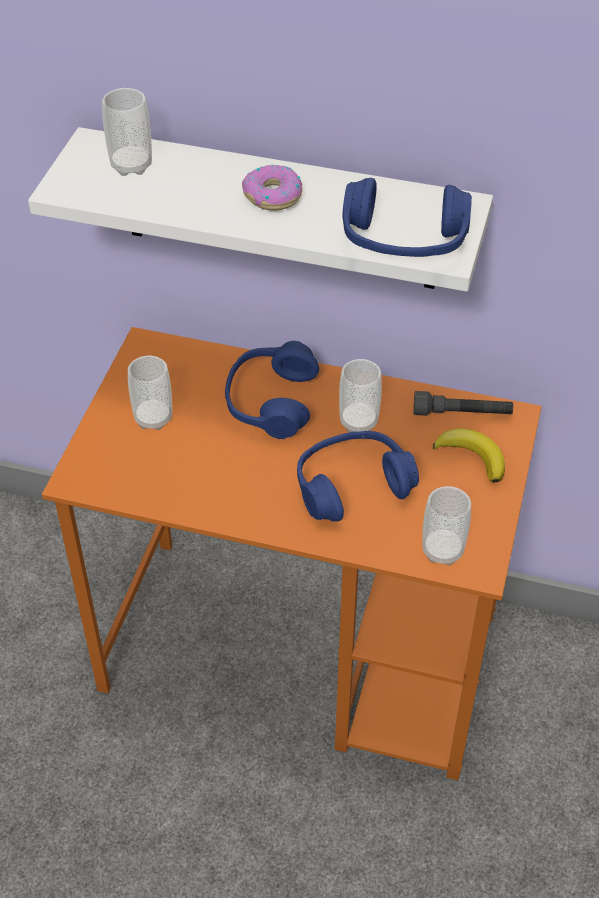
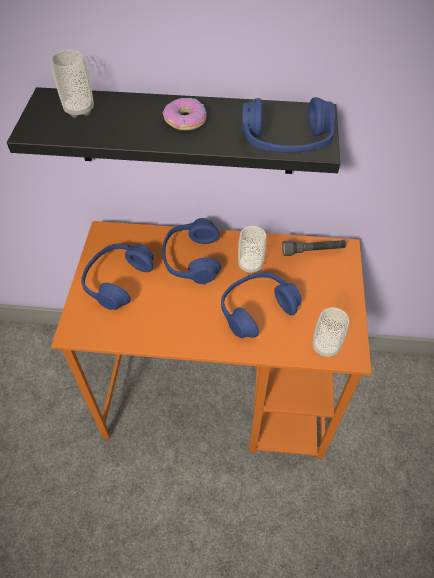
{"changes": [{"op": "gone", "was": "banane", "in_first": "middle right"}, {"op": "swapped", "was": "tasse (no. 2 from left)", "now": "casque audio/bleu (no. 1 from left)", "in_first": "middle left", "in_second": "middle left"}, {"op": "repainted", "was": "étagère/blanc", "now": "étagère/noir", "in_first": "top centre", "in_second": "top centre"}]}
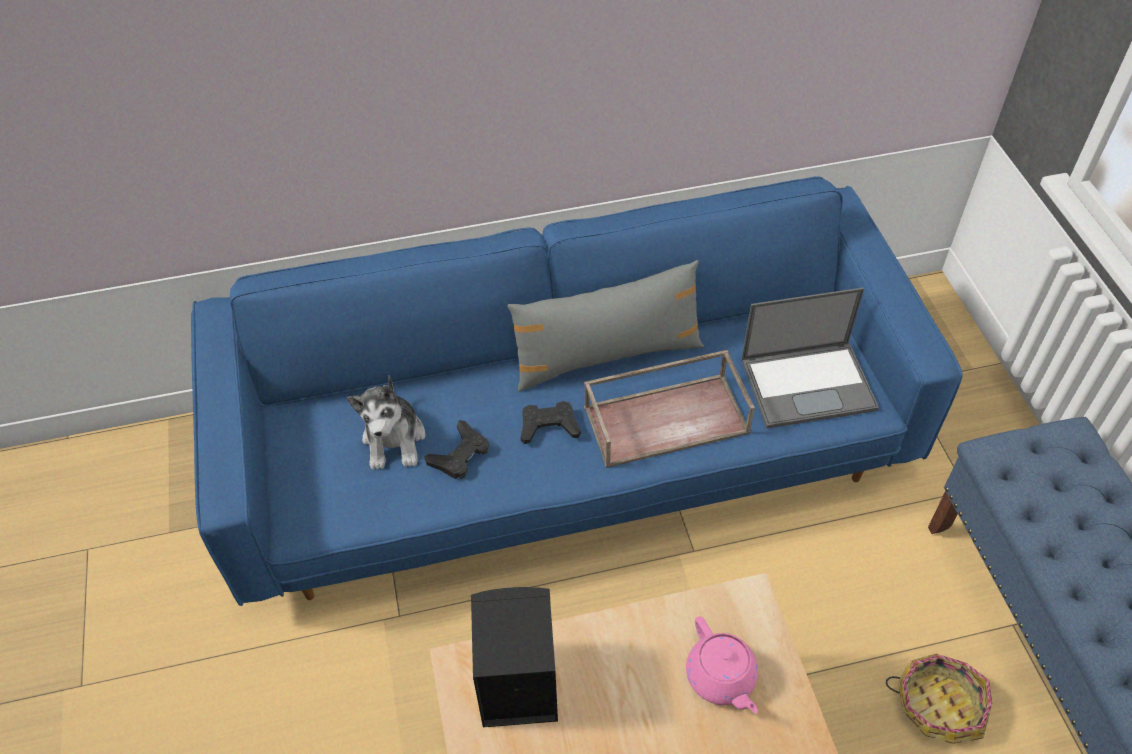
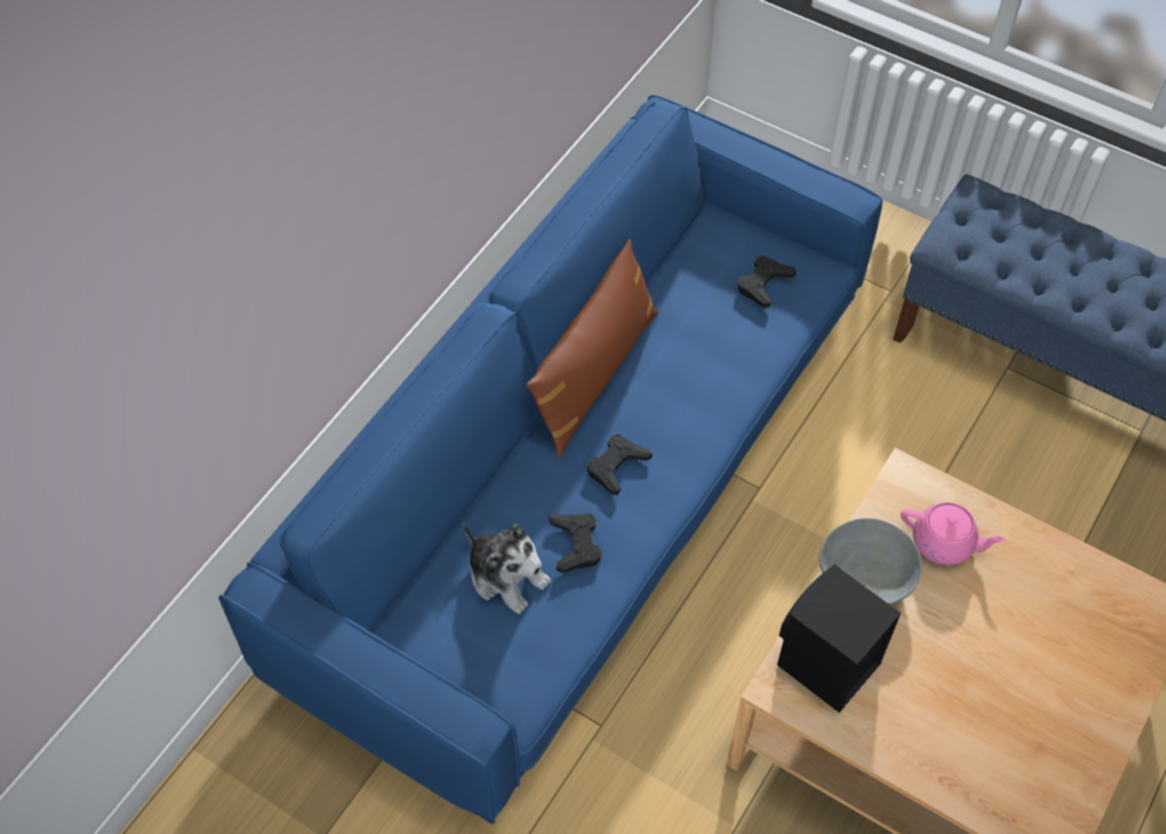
{"changes": [{"op": "gone", "was": "plateau/marron", "in_first": "centre"}, {"op": "gone", "was": "panier", "in_first": "bottom right"}, {"op": "new", "now": "bol/gris", "in_second": "bottom right"}, {"op": "swapped", "was": "ordinateur portable", "now": "manette/noir (no. 3 from left)", "in_first": "middle right", "in_second": "centre"}, {"op": "repainted", "was": "coussin/gris", "now": "coussin/marron", "in_first": "centre", "in_second": "centre"}]}
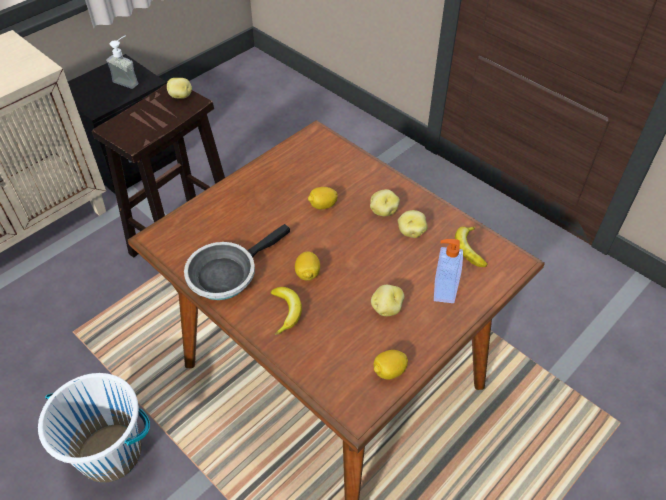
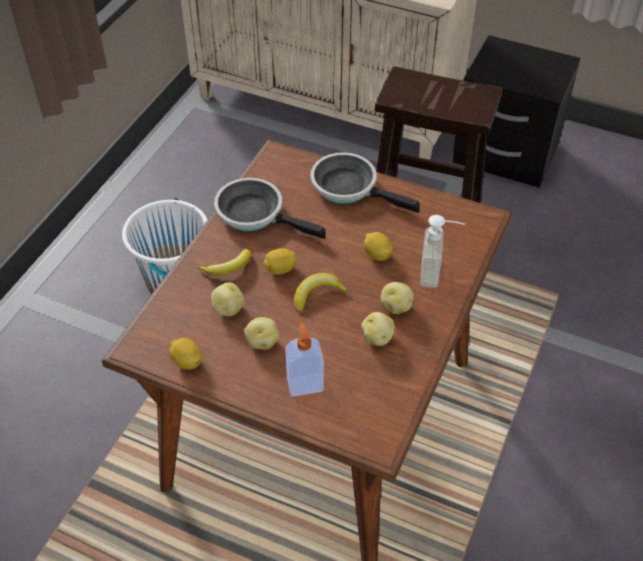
{"changes": [{"op": "new", "now": "poêle (no. 2 from left)", "in_second": "top centre"}, {"op": "shifted", "was": "distributeur de savon (no. 1 from left in the first image)", "now": "distributeur de savon (no. 2 from left)", "in_first": "top left", "in_second": "middle right"}, {"op": "shifted", "was": "pomme de terre (no. 1 from left)", "in_first": "top left", "in_second": "centre"}, {"op": "shifted", "was": "banane (no. 2 from left)", "in_first": "middle right", "in_second": "centre"}]}
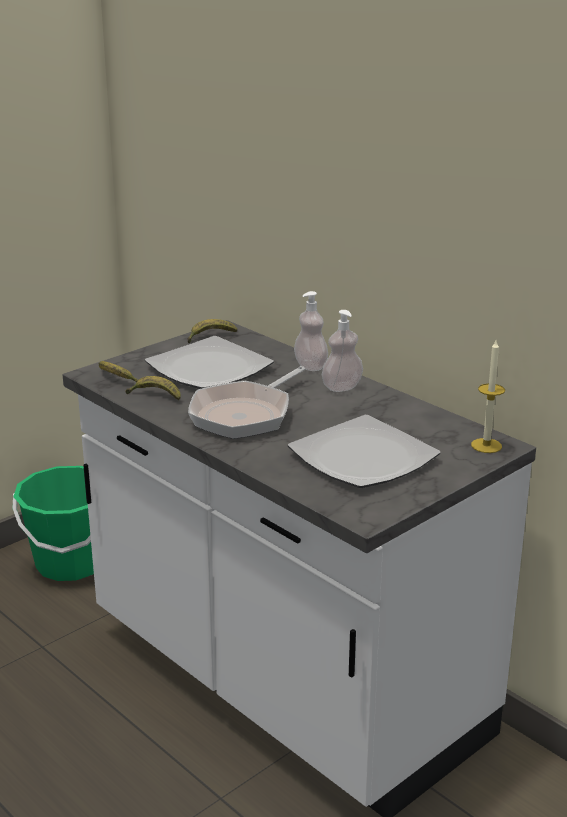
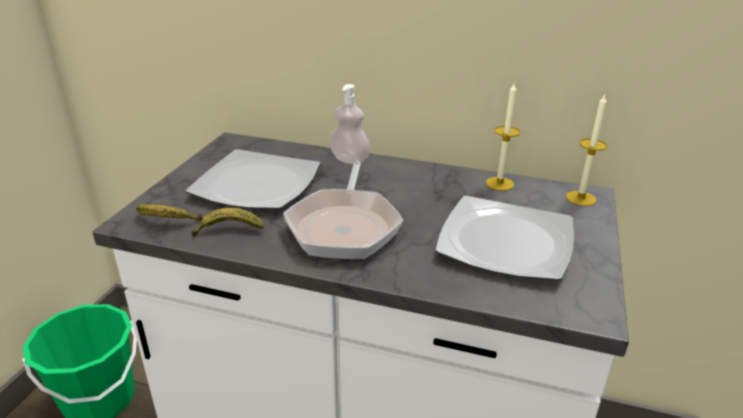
{"changes": [{"op": "gone", "was": "banane (no. 3 from left)", "in_first": "centre"}, {"op": "gone", "was": "distributeur de savon (no. 2 from left)", "in_first": "centre"}, {"op": "new", "now": "bougie (no. 1 from left)", "in_second": "top right"}]}
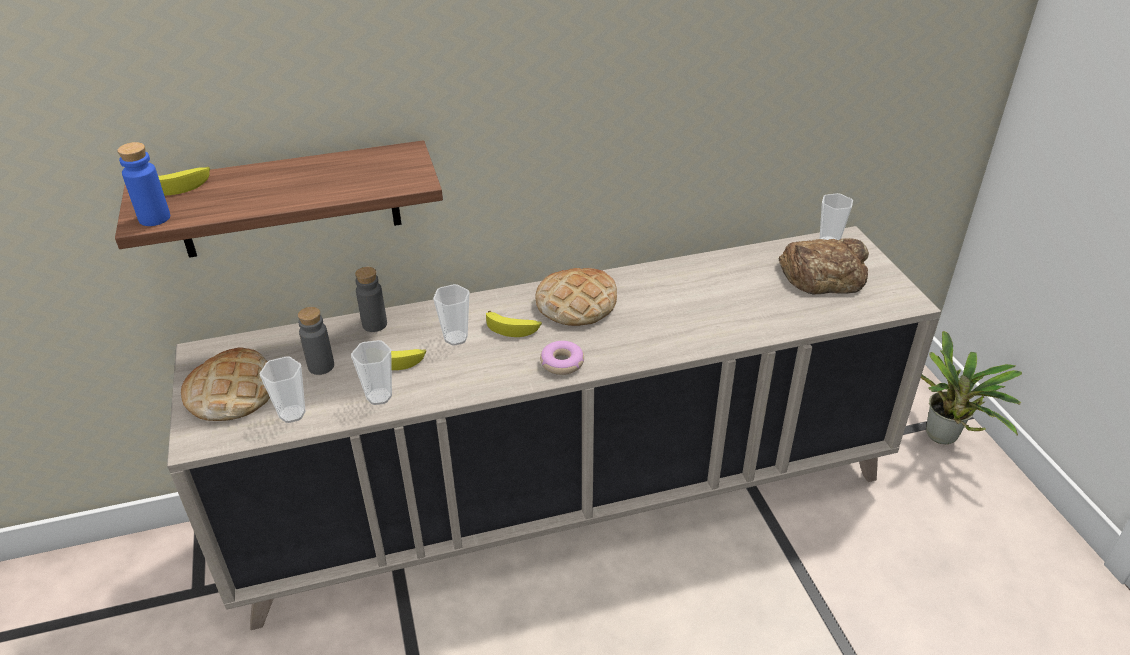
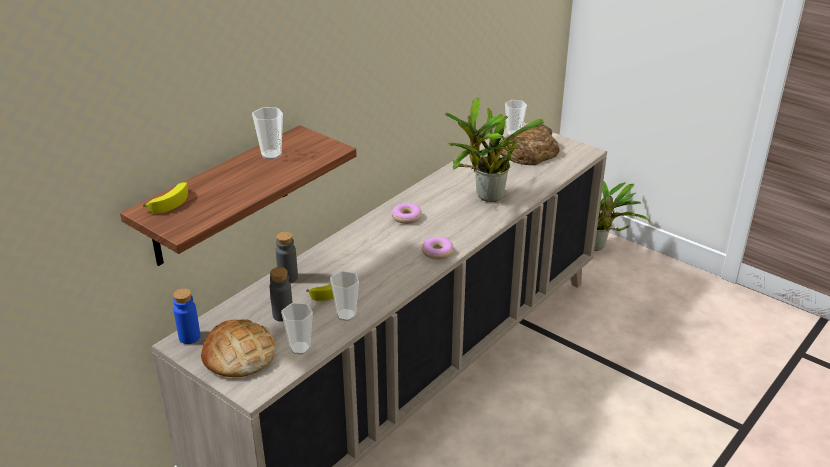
{"changes": [{"op": "gone", "was": "banane (no. 3 from left)", "in_first": "centre"}, {"op": "new", "now": "plante en pot (no. 1 from left)", "in_second": "top centre"}, {"op": "shifted", "was": "bouteille/bleu", "in_first": "top left", "in_second": "bottom left"}, {"op": "shifted", "was": "tasse (no. 3 from left in the first image)", "now": "tasse (no. 1 from left)", "in_first": "centre", "in_second": "top left"}, {"op": "swapped", "was": "pain (no. 2 from left)", "now": "beignet (no. 1 from left)", "in_first": "centre", "in_second": "centre"}]}
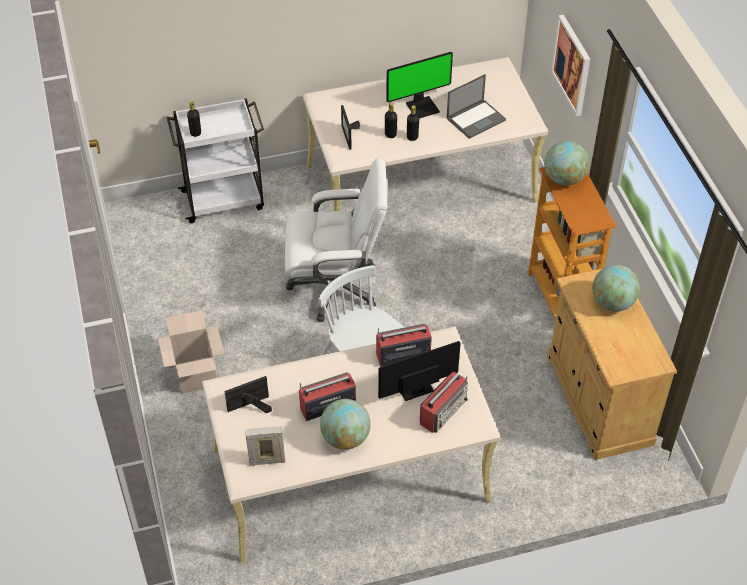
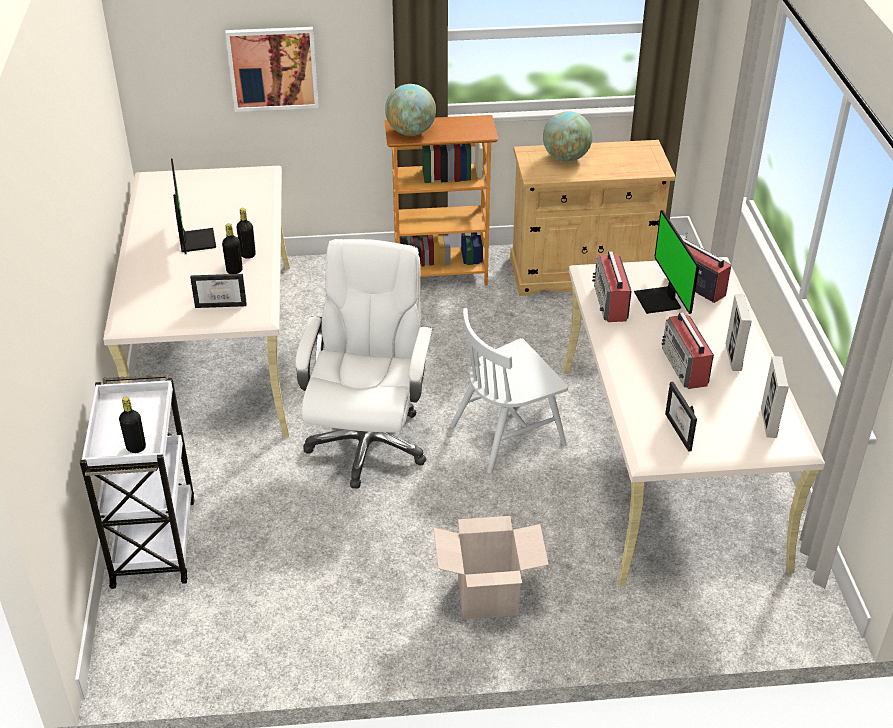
{"changes": [{"op": "gone", "was": "ordinateur portable", "in_first": "top centre"}, {"op": "swapped", "was": "globe (no. 1 from left)", "now": "cadre photo (no. 3 from left)", "in_first": "bottom centre", "in_second": "middle right"}]}
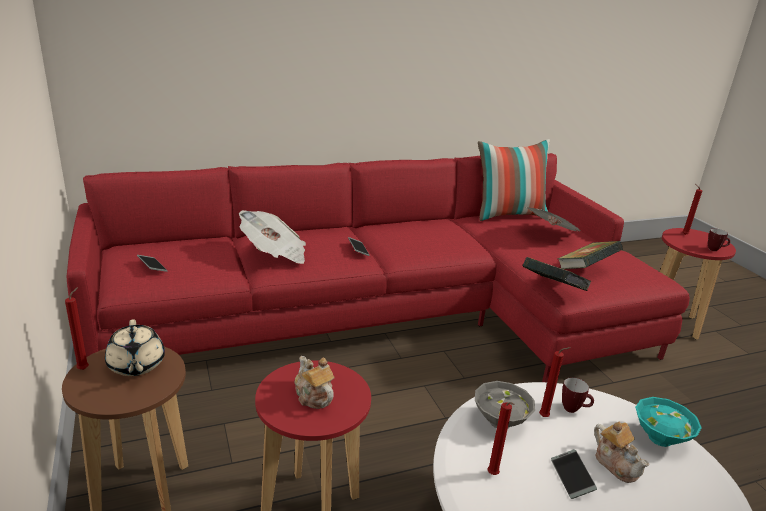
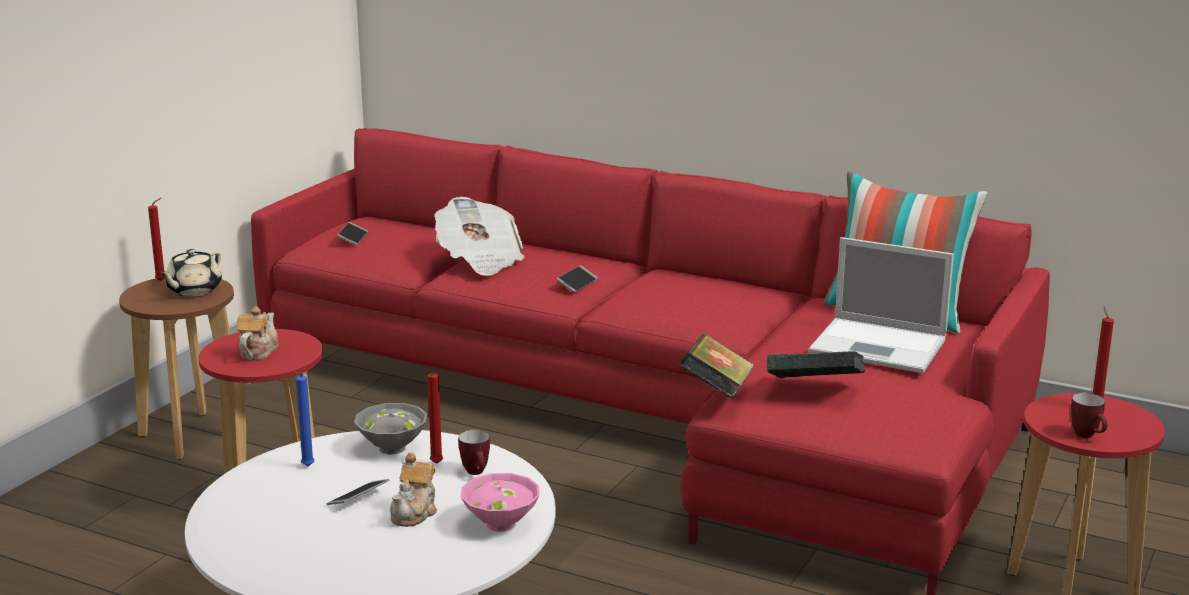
{"changes": [{"op": "swapped", "was": "journal (no. 2 from left)", "now": "ordinateur portable", "in_first": "middle right", "in_second": "middle right"}, {"op": "repainted", "was": "bougie/rouge (no. 2 from left)", "now": "bougie/bleu", "in_first": "bottom centre", "in_second": "bottom left"}, {"op": "repainted", "was": "bol/turquoise", "now": "bol/rose", "in_first": "bottom right", "in_second": "bottom centre"}]}
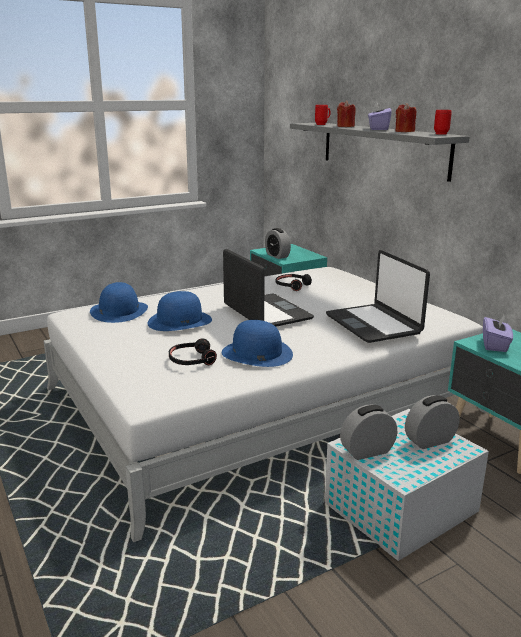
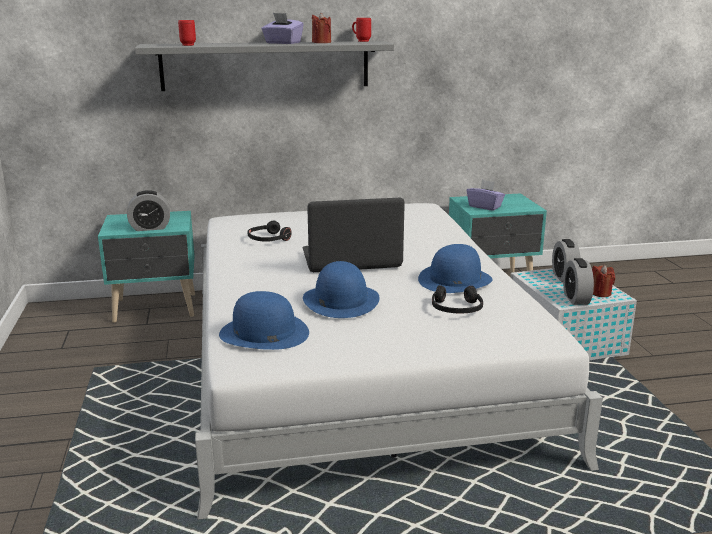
{"changes": [{"op": "gone", "was": "ordinateur portable (no. 2 from left)", "in_first": "middle right"}, {"op": "shifted", "was": "bougie/rouge (no. 1 from left in the first image)", "now": "bougie/rouge (no. 2 from left)", "in_first": "top centre", "in_second": "middle right"}]}
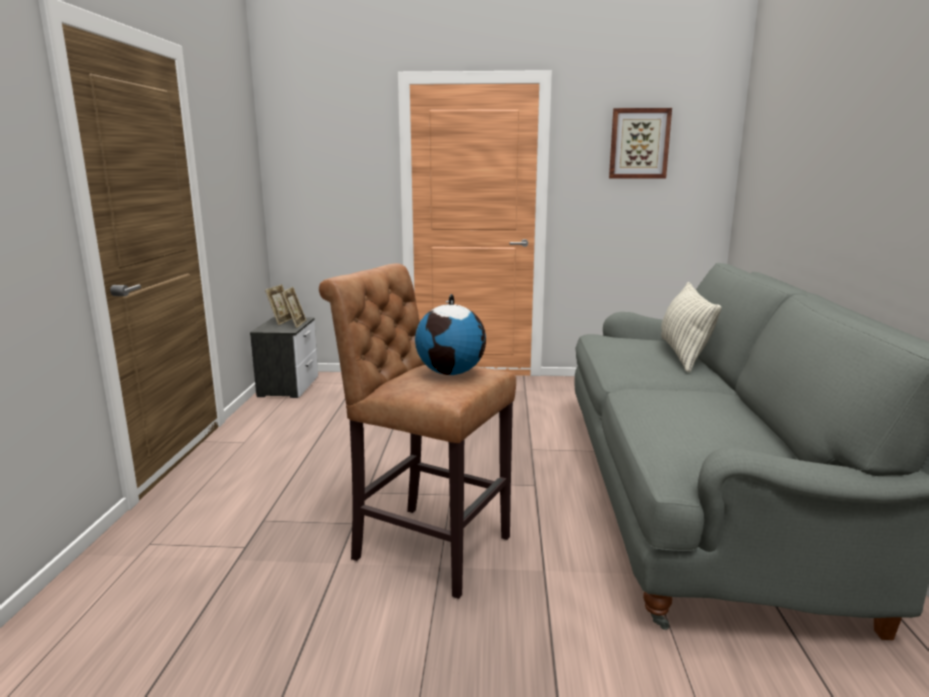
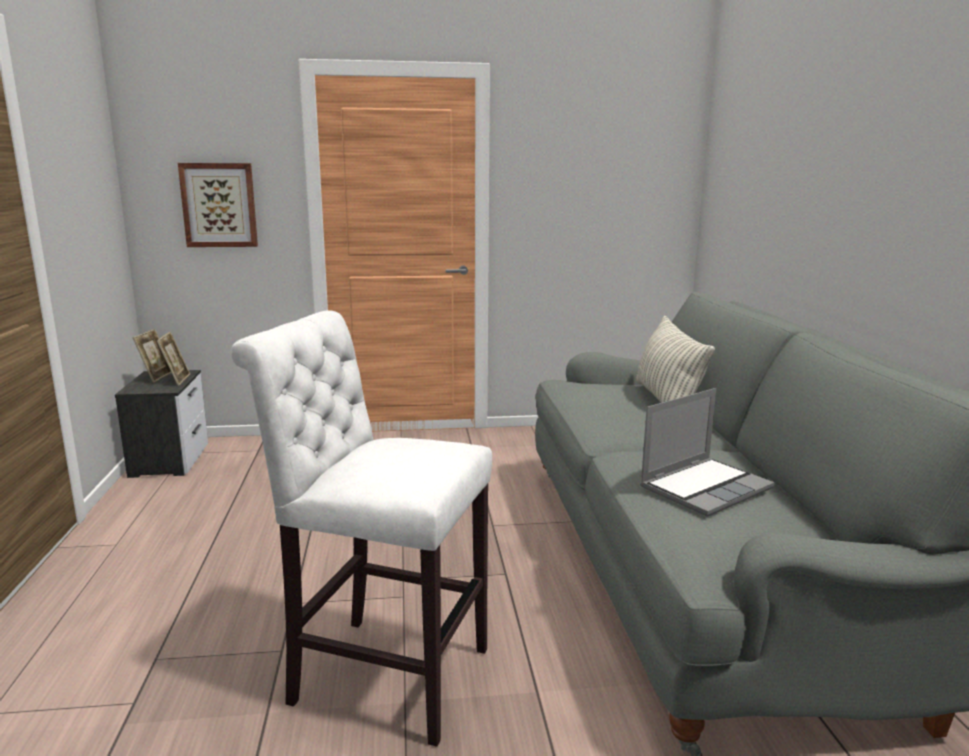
{"changes": [{"op": "gone", "was": "globe", "in_first": "centre"}, {"op": "new", "now": "ordinateur portable", "in_second": "middle right"}, {"op": "shifted", "was": "tableau", "in_first": "top right", "in_second": "top left"}, {"op": "repainted", "was": "tabouret/marron", "now": "tabouret/blanc", "in_first": "centre", "in_second": "bottom centre"}]}
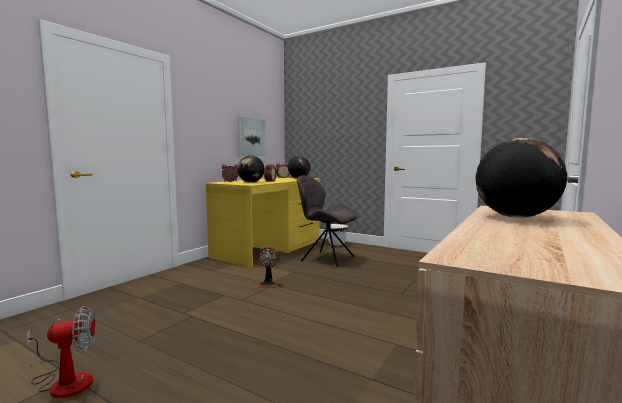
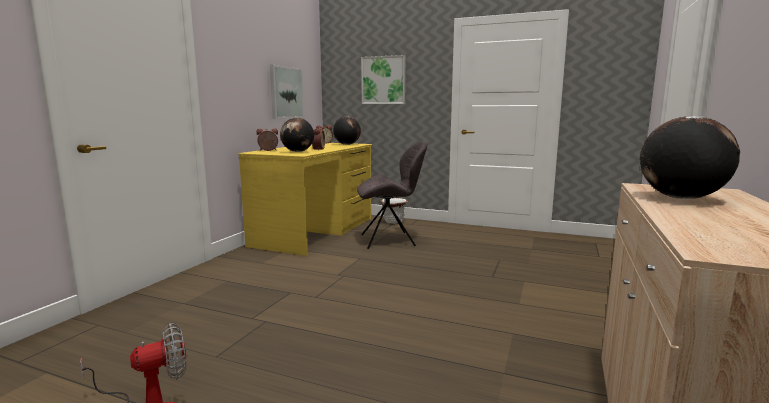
{"changes": [{"op": "gone", "was": "ventilateur (no. 2 from left)", "in_first": "centre"}, {"op": "new", "now": "tableau (no. 2 from left)", "in_second": "top centre"}, {"op": "rotated", "was": "chaise/gris", "in_first": "centre", "in_second": "centre", "clockwise": 150}]}
